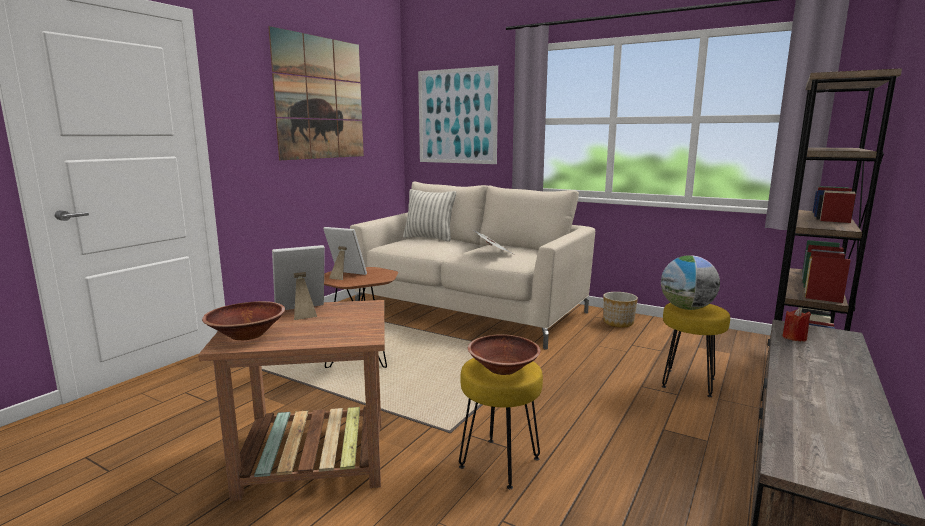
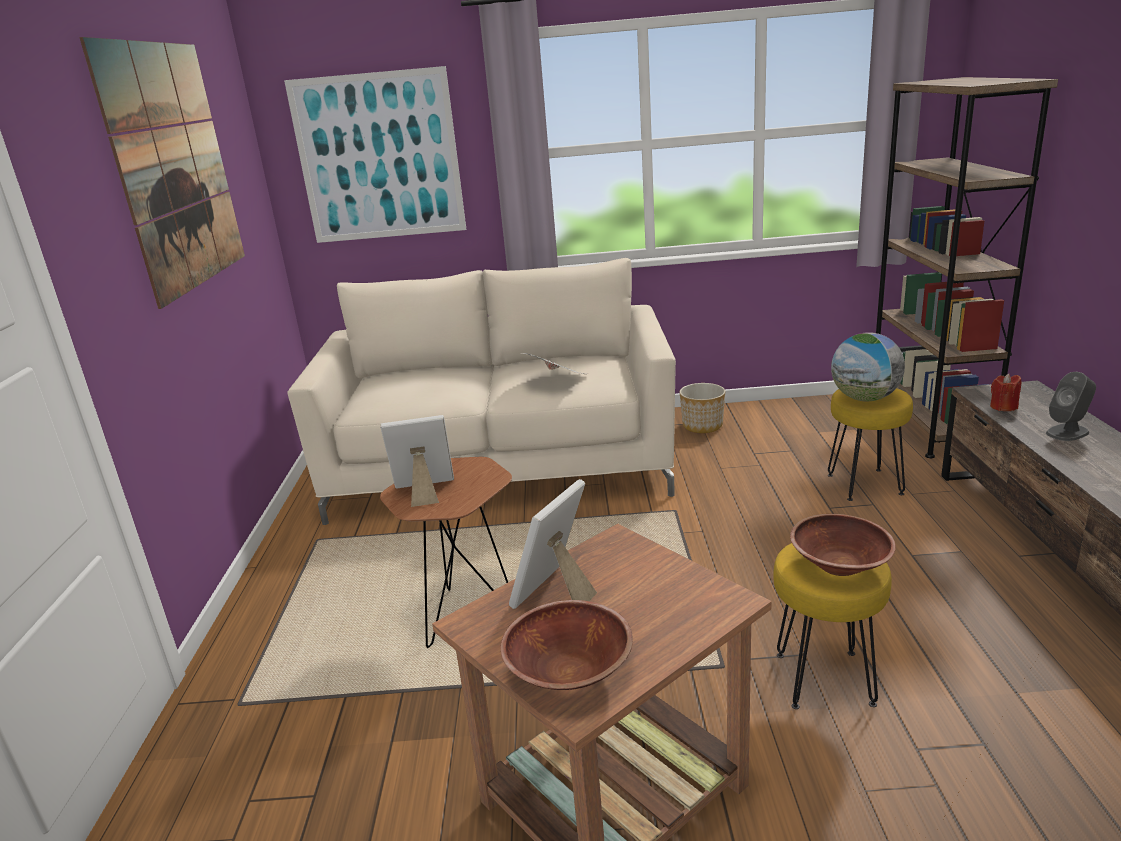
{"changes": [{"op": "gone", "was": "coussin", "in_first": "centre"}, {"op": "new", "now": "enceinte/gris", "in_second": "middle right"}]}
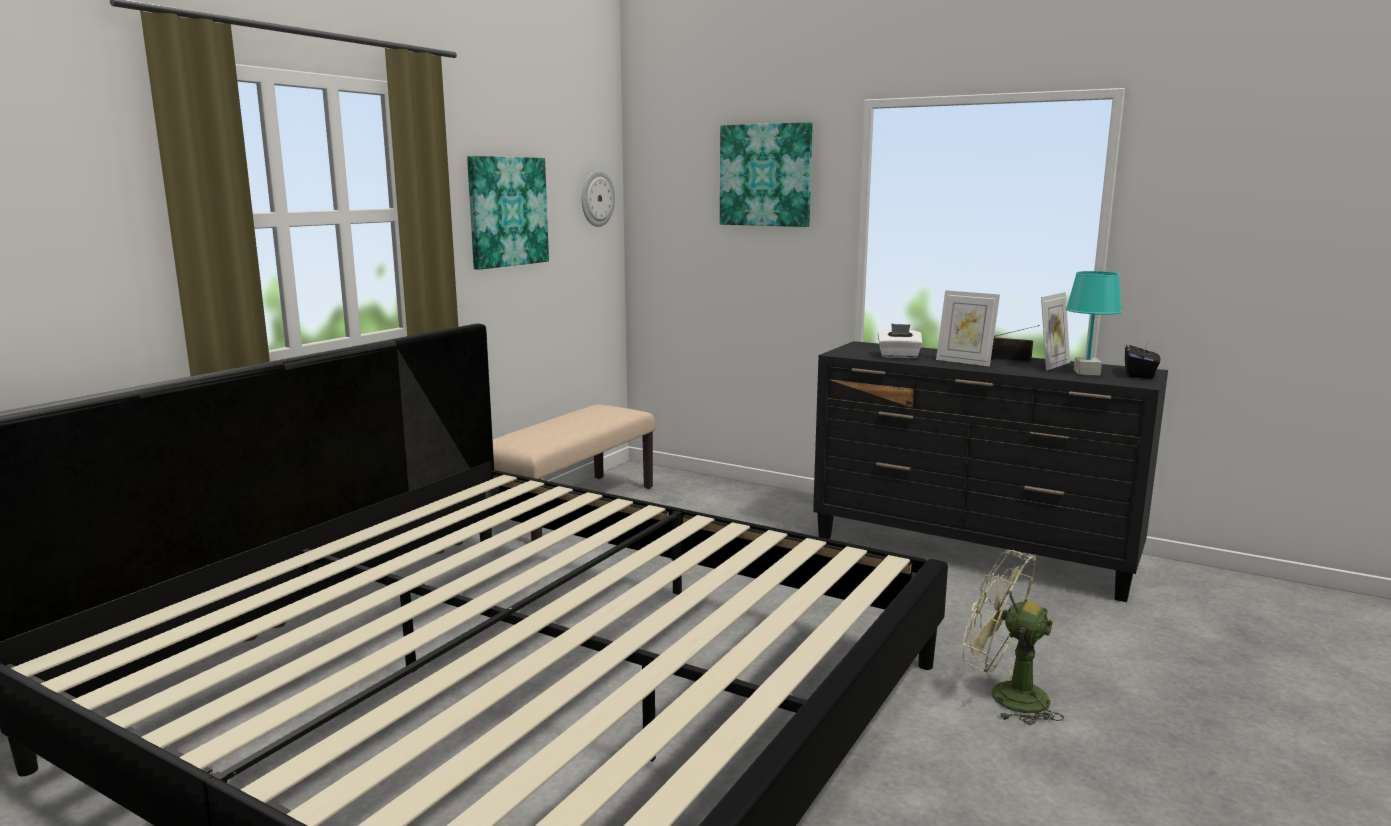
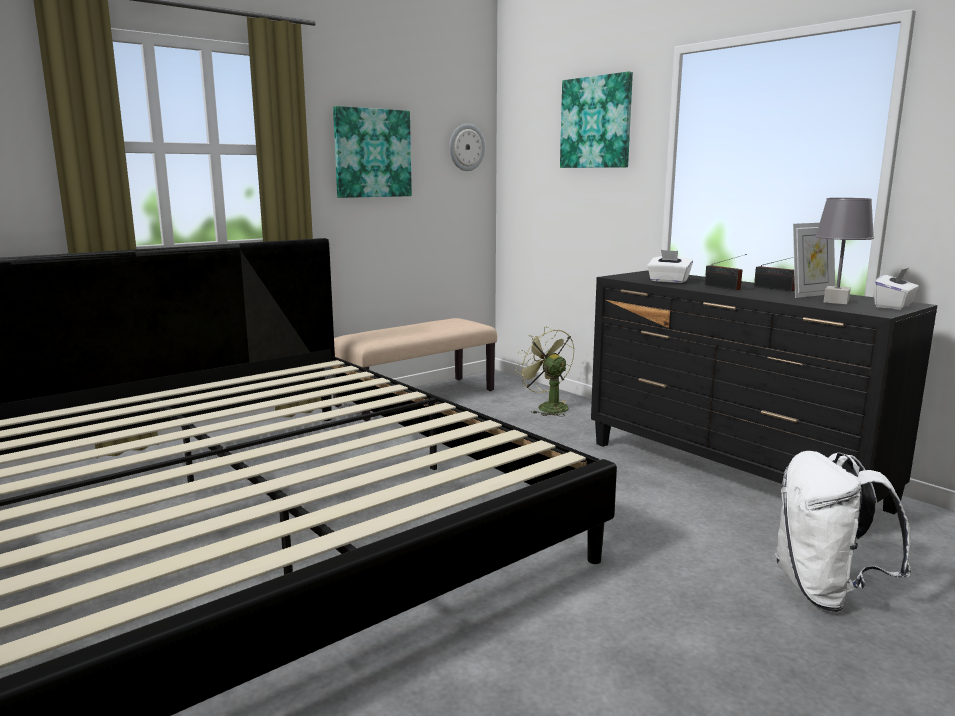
{"changes": [{"op": "new", "now": "sac à dos/blanc", "in_second": "bottom right"}, {"op": "shifted", "was": "ventilateur/vert", "in_first": "bottom right", "in_second": "centre"}, {"op": "swapped", "was": "cadre photo (no. 1 from left)", "now": "radio (no. 1 from left)", "in_first": "middle right", "in_second": "middle right"}, {"op": "repainted", "was": "lampe de table/turquoise", "now": "lampe de table/gris", "in_first": "middle right", "in_second": "middle right"}, {"op": "repainted", "was": "boîte à mouchoirs/noir", "now": "boîte à mouchoirs/blanc (no. 2 from left)", "in_first": "middle right", "in_second": "middle right"}]}
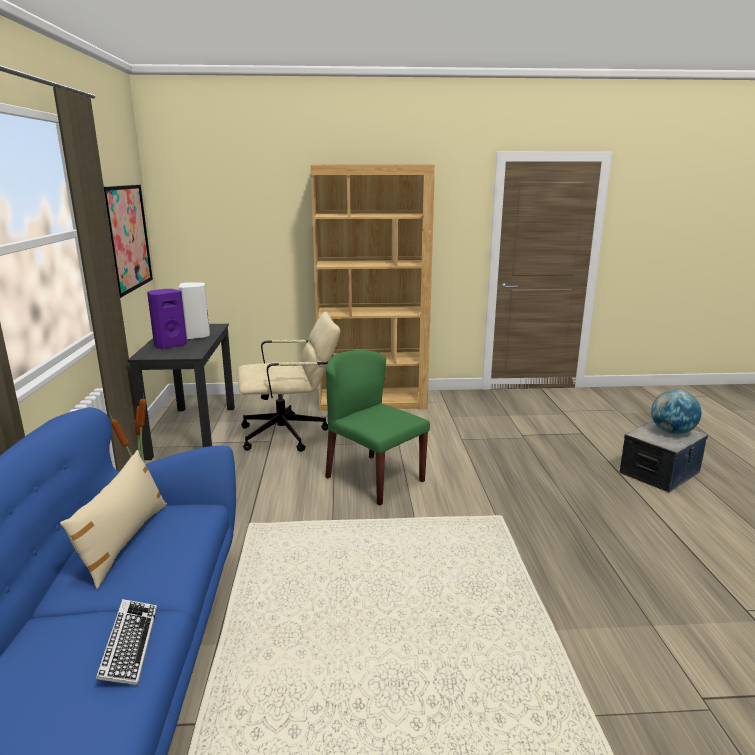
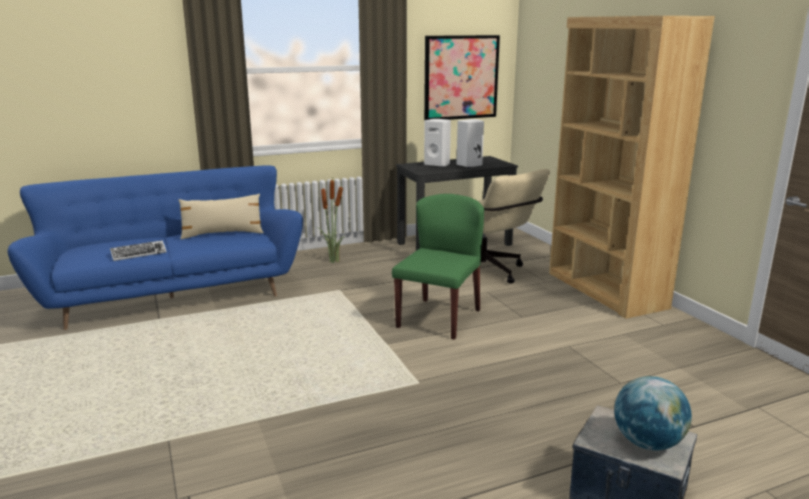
{"changes": [{"op": "repainted", "was": "enceinte/violet", "now": "enceinte/blanc (no. 1 from left)", "in_first": "middle left", "in_second": "top centre"}]}
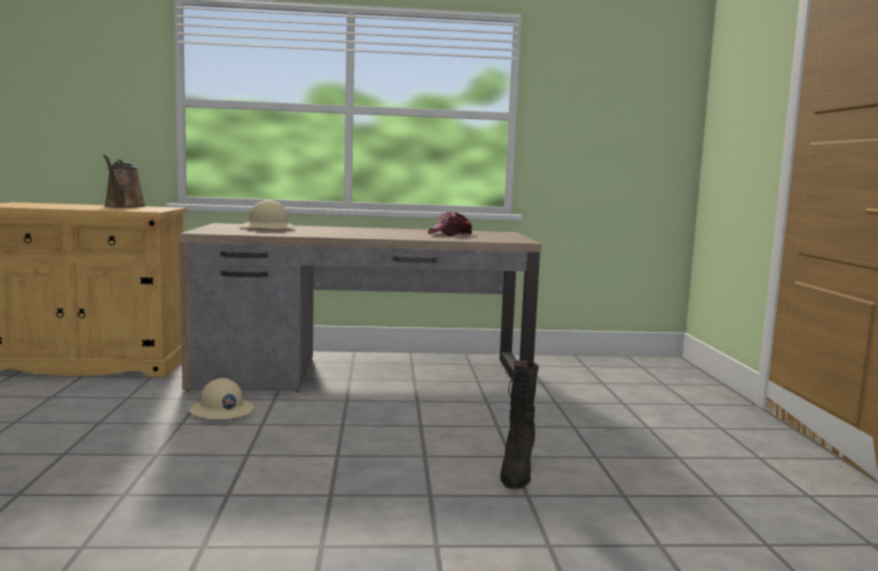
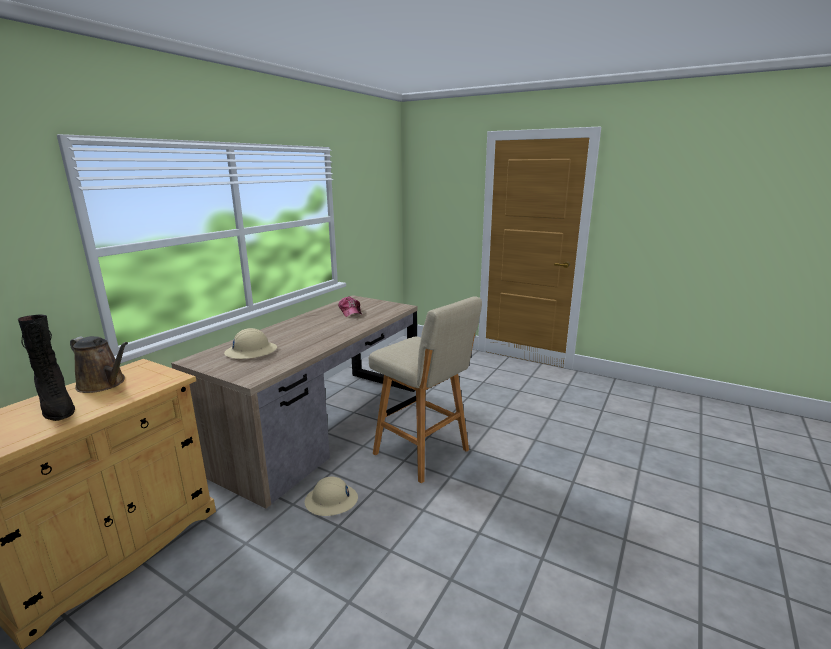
{"changes": [{"op": "new", "now": "tabouret/beige", "in_second": "centre"}, {"op": "shifted", "was": "botte/noir", "in_first": "bottom centre", "in_second": "middle left"}]}
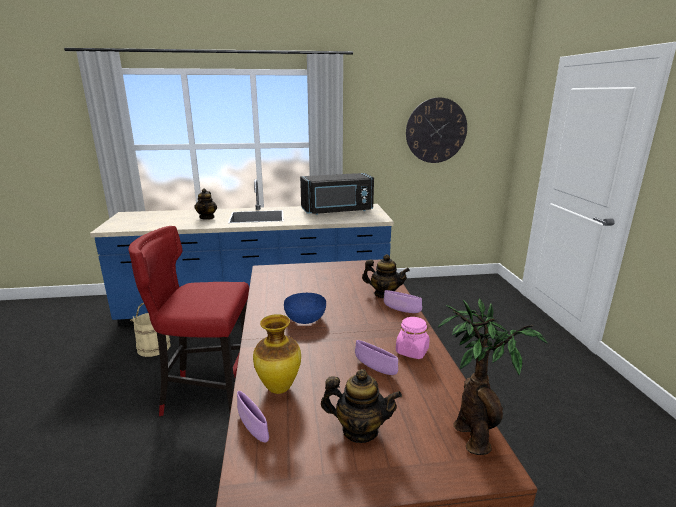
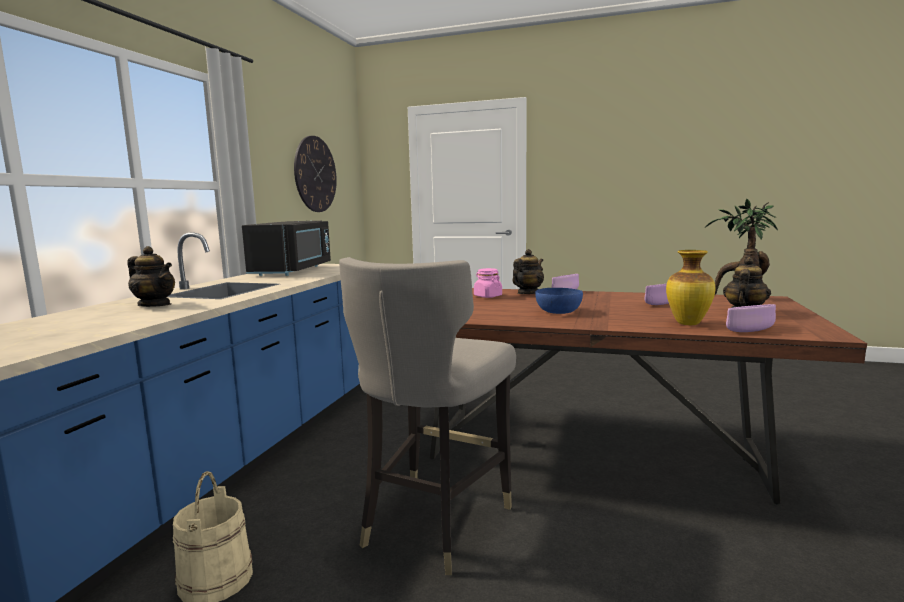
{"changes": [{"op": "shifted", "was": "bocal/rose", "in_first": "bottom centre", "in_second": "centre"}, {"op": "repainted", "was": "tabouret/rouge", "now": "tabouret/gris", "in_first": "middle left", "in_second": "bottom centre"}]}
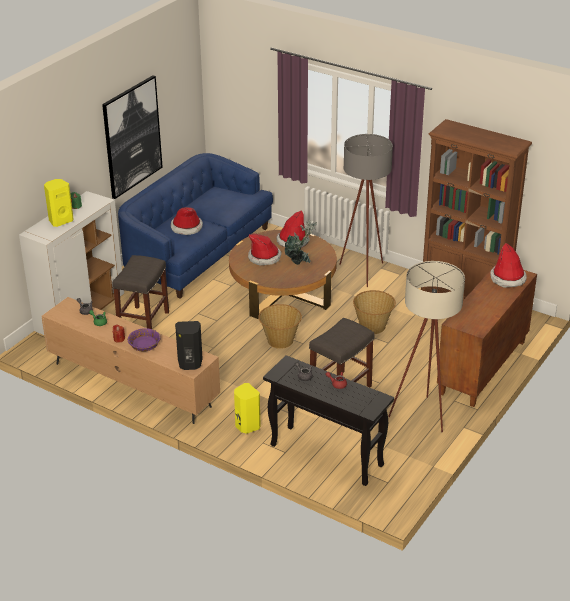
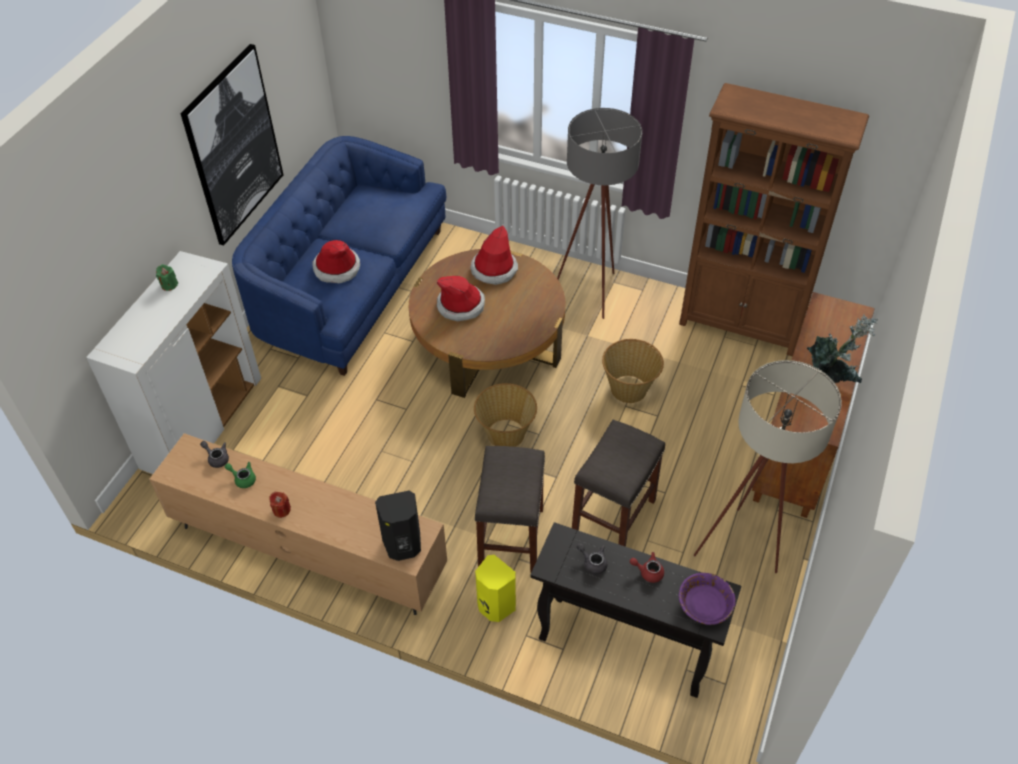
{"changes": [{"op": "gone", "was": "enceinte/jaune (no. 1 from left)", "in_first": "middle left"}, {"op": "gone", "was": "chapeau (no. 4 from left)", "in_first": "middle right"}, {"op": "shifted", "was": "tabouret/gris (no. 1 from left)", "in_first": "middle left", "in_second": "centre"}, {"op": "shifted", "was": "bol/violet", "in_first": "middle left", "in_second": "bottom right"}, {"op": "shifted", "was": "plante en pot", "in_first": "centre", "in_second": "middle right"}]}
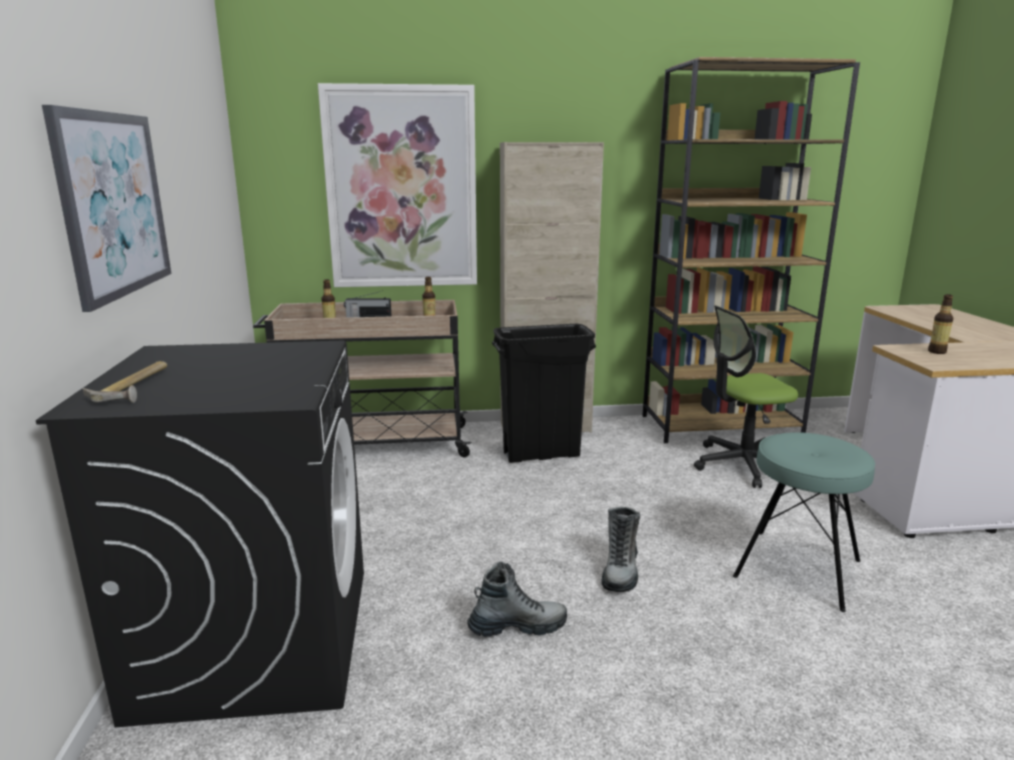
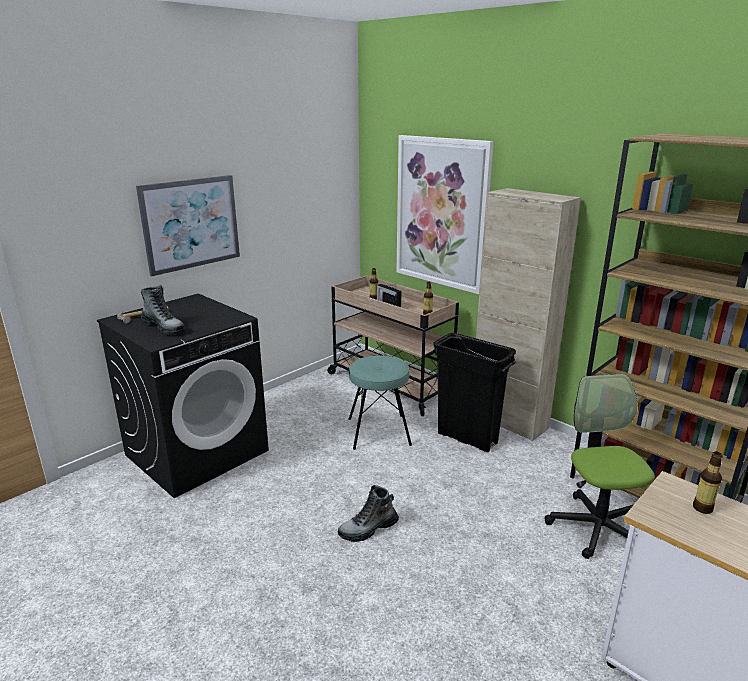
{"changes": [{"op": "shifted", "was": "botte (no. 1 from left)", "in_first": "bottom centre", "in_second": "middle left"}, {"op": "shifted", "was": "tabouret/turquoise", "in_first": "bottom right", "in_second": "centre"}, {"op": "rotated", "was": "chaise de bureau", "in_first": "middle right", "in_second": "bottom right", "clockwise": 45}]}
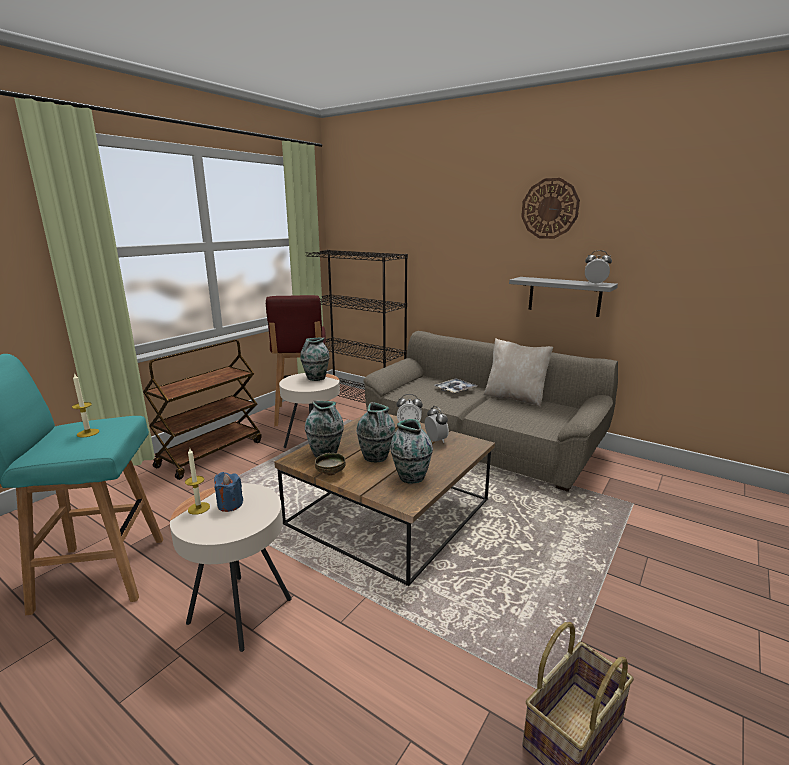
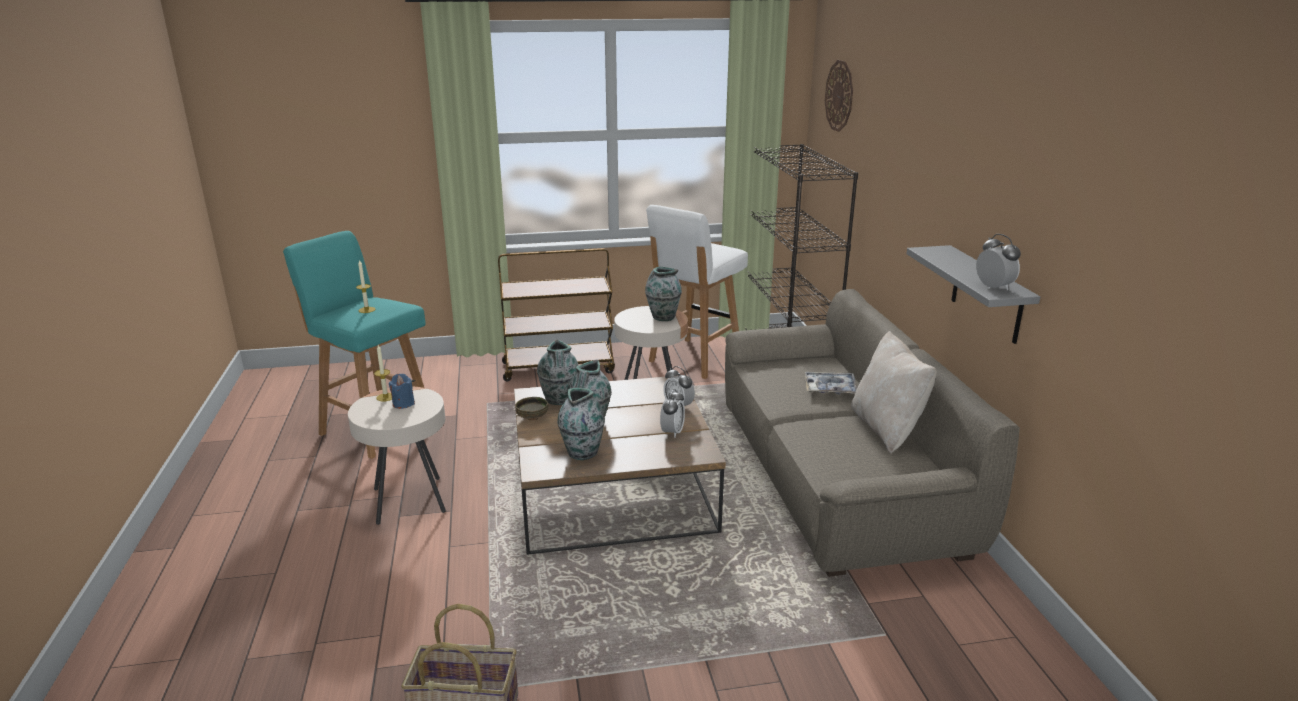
{"changes": [{"op": "shifted", "was": "horloge murale", "in_first": "top right", "in_second": "top centre"}, {"op": "repainted", "was": "tabouret/rouge", "now": "tabouret/blanc", "in_first": "centre", "in_second": "centre"}]}
